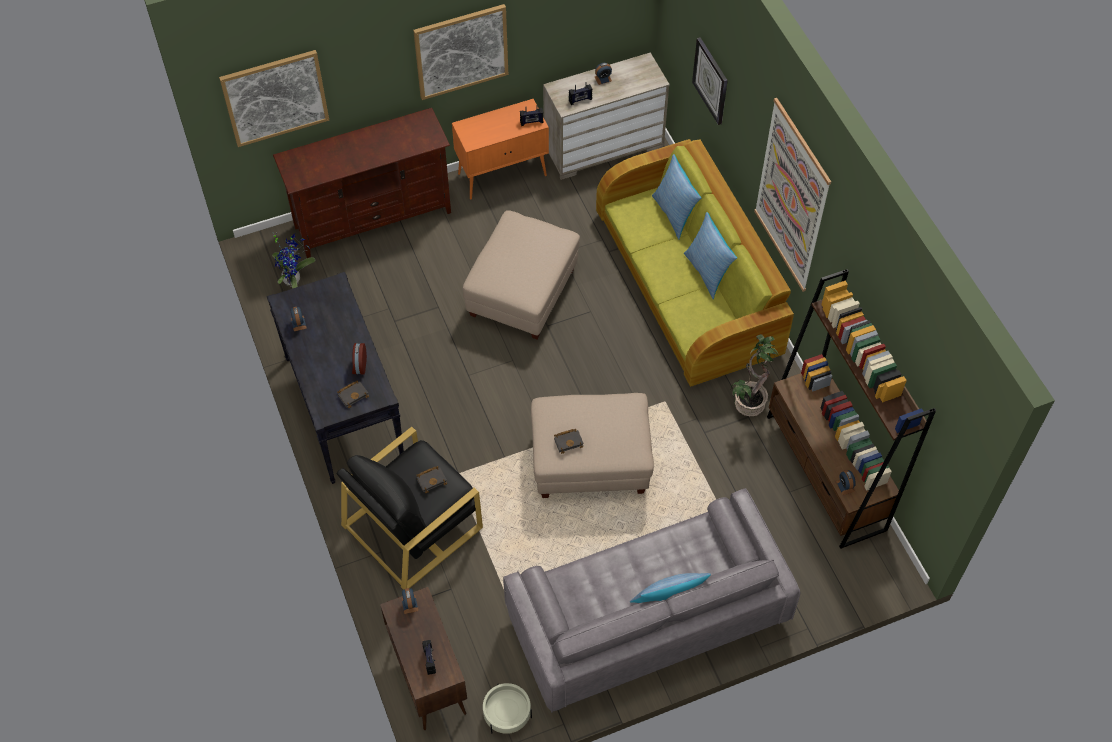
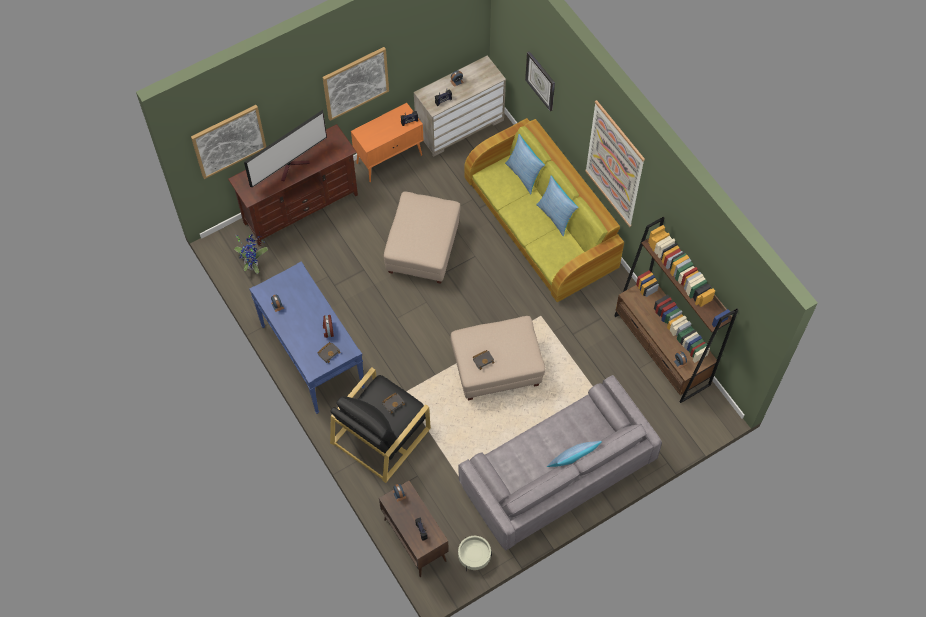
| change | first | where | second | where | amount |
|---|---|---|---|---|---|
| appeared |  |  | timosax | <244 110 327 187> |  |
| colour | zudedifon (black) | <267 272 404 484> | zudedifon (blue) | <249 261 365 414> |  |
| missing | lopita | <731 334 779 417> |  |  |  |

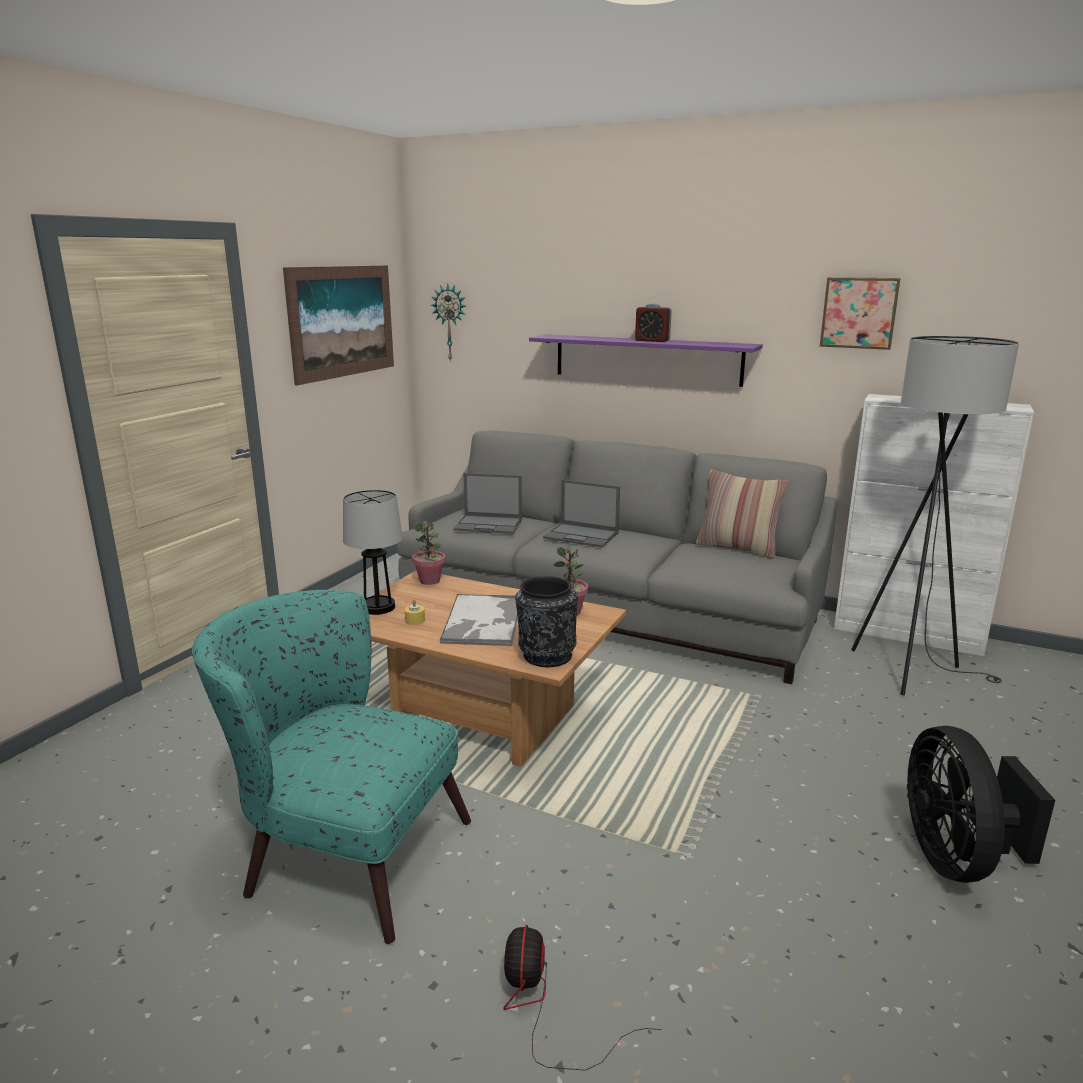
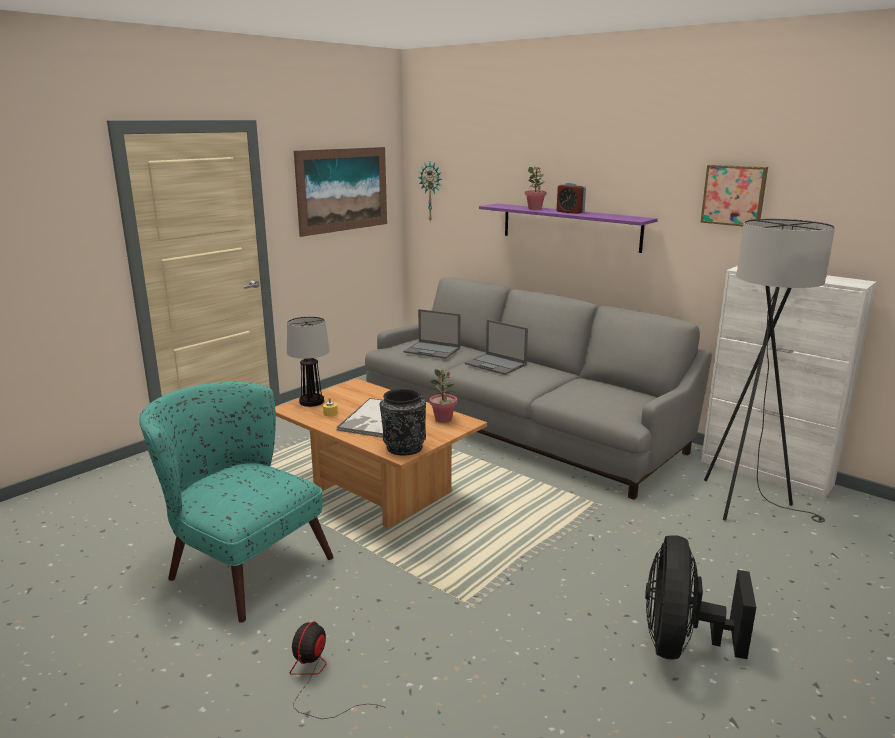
| change | first | where | second | where | amount |
|---|---|---|---|---|---|
| relocated | lopita | <412 521 446 585> |  | <525 166 547 210> |  |
| missing | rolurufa | <696 470 789 559> |  |  |  |

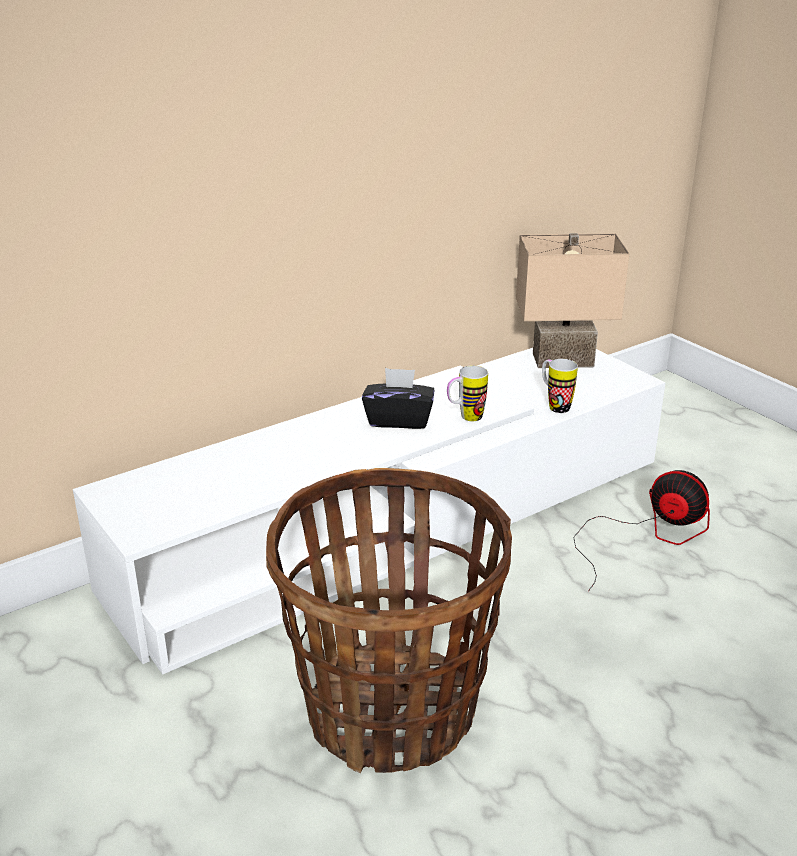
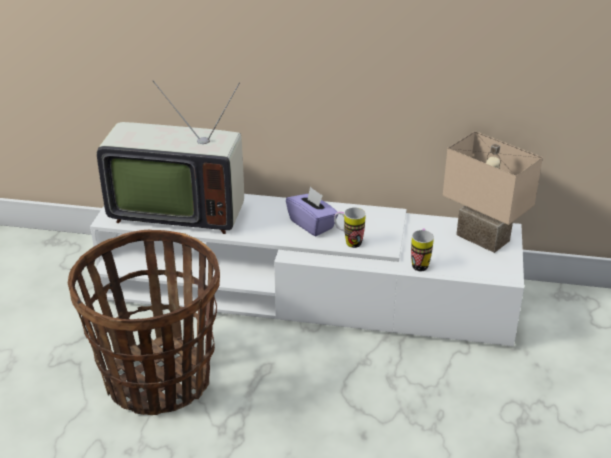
| change | first | where | second | where | amount |
|---|---|---|---|---|---|
| appeared |  |  | timosax | <97 80 244 234> |  |
| colour | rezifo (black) | <362 368 435 429> | rezifo (purple) | <286 187 339 236> |  |
| missing | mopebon | <573 470 710 591> |  |  |  |

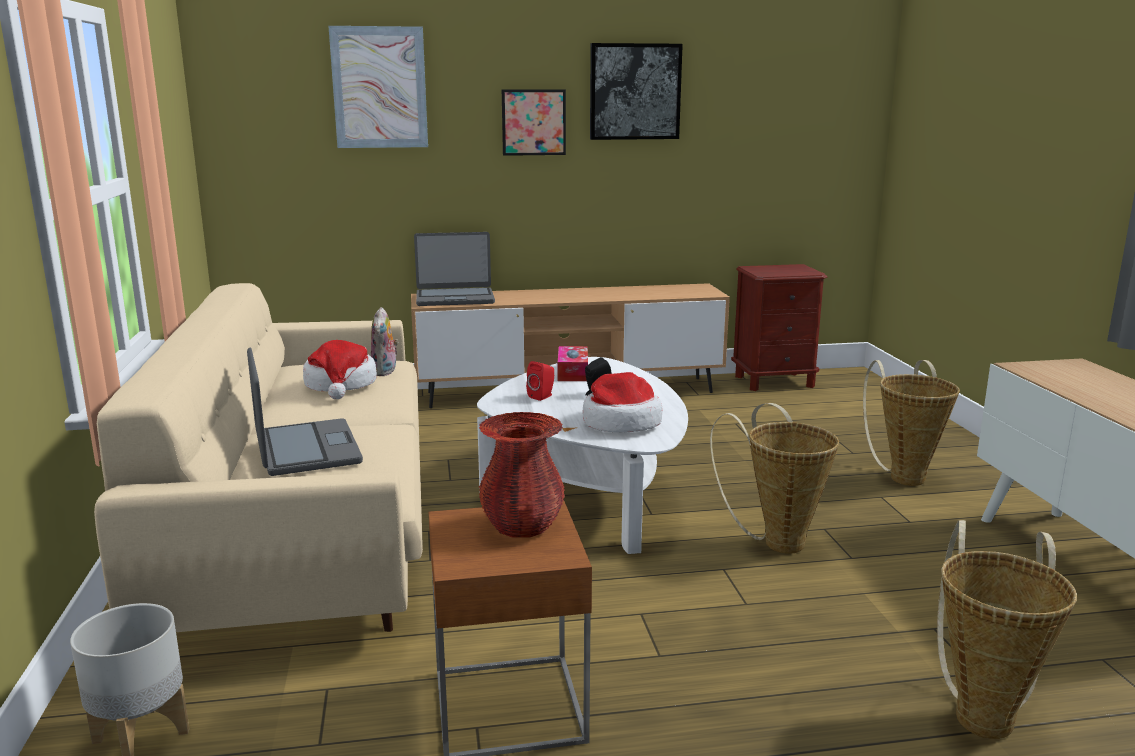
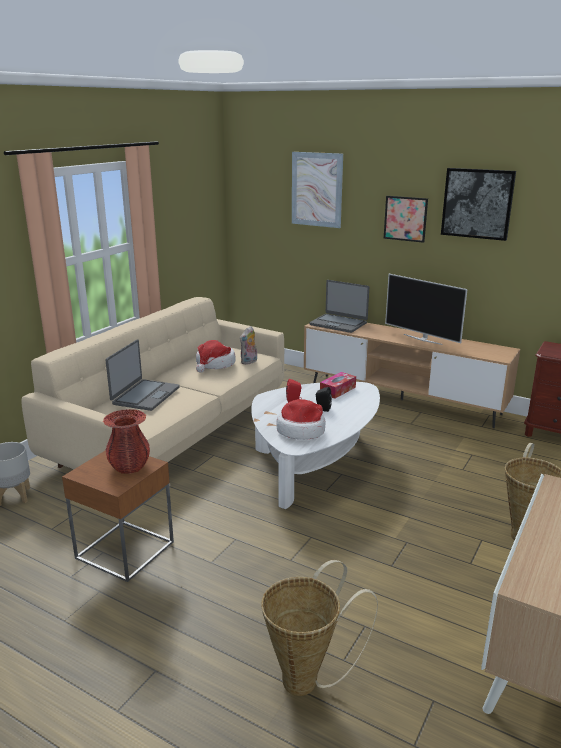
| change | first | where | second | where | amount |
|---|---|---|---|---|---|
| appeared |  |  | timosax | <385 274 468 345> |  |
| missing | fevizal | <710 403 839 554> |  |  |  |

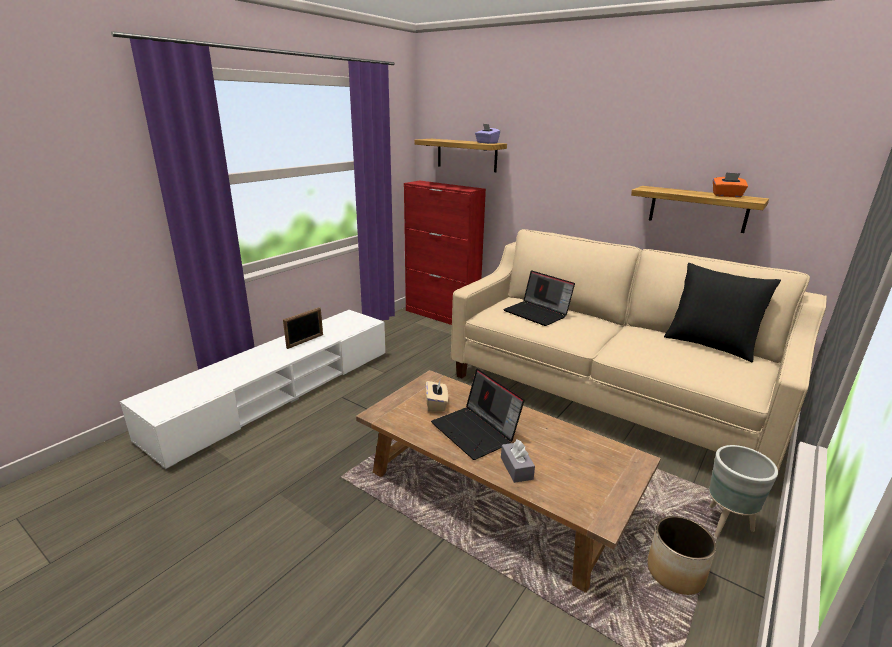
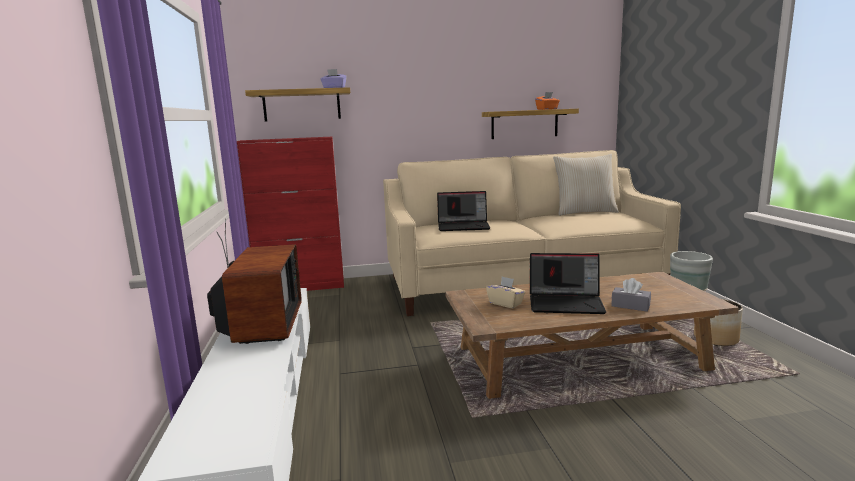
| change | first | where | second | where | amount |
|---|---|---|---|---|---|
| exchanged | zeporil | <283 307 323 349> | timosax | <207 219 302 344> |  |
| colour | rolurufa (black) | <664 263 781 363> | rolurufa (beige) | <553 154 619 216> |  |

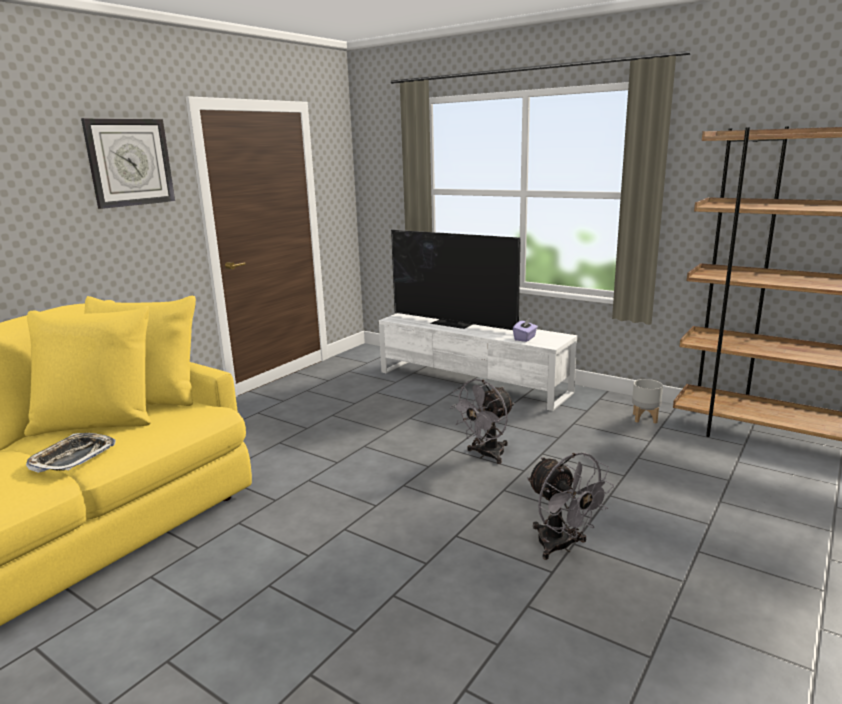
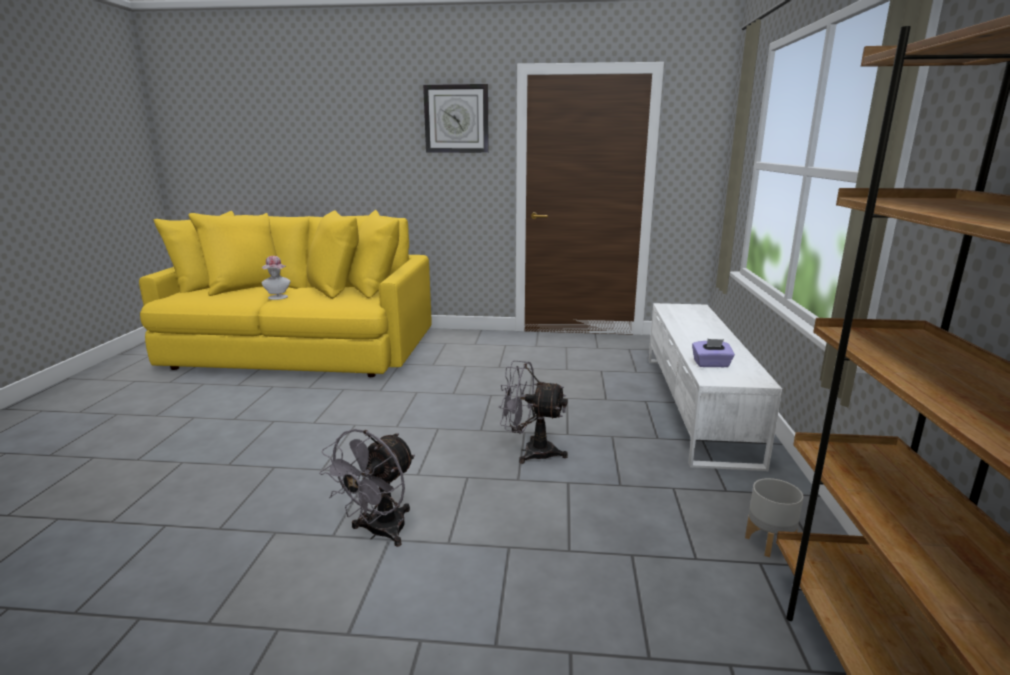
| change | first | where | second | where | amount |
|---|---|---|---|---|---|
| exchanged | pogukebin | <26 433 116 473> | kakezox | <262 256 291 300> |  |
| missing | timosax | <391 230 521 330> |  |  |  |

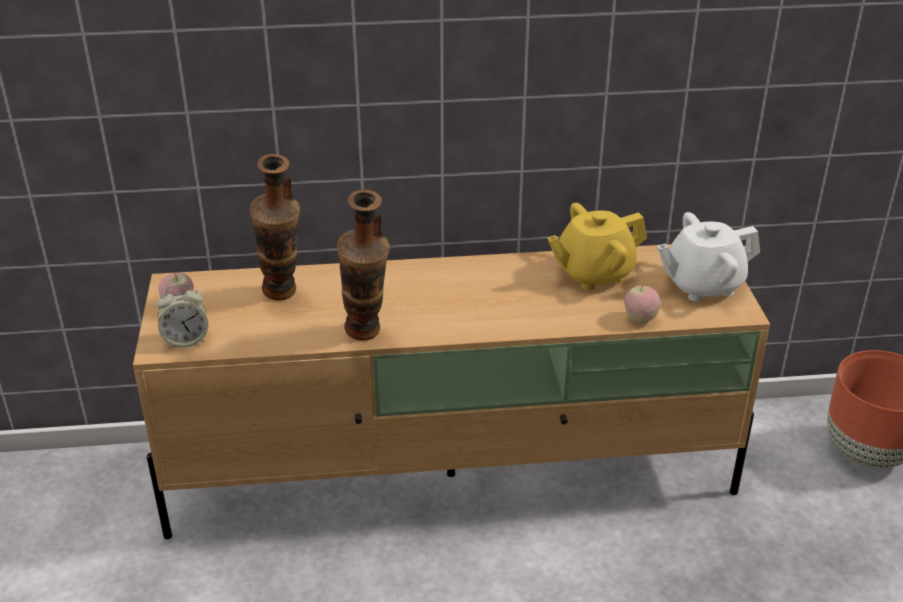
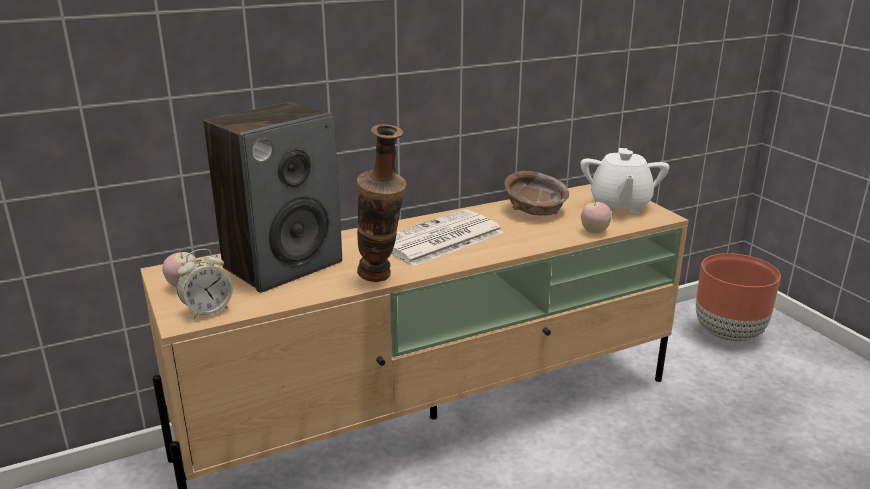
| change | first | where | second | where | amount |
|---|---|---|---|---|---|
| exchanged | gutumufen | <249 154 300 300> | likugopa | <204 102 342 293> |  |
| appeared |  |  | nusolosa | <391 209 504 266> |  |
| exchanged | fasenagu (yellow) | <547 203 647 290> | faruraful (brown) | <504 171 569 216> |  |
| spun | fasenagu (white) | <657 212 760 302> |  | <581 148 670 214> | 45 degrees counterclockwise |

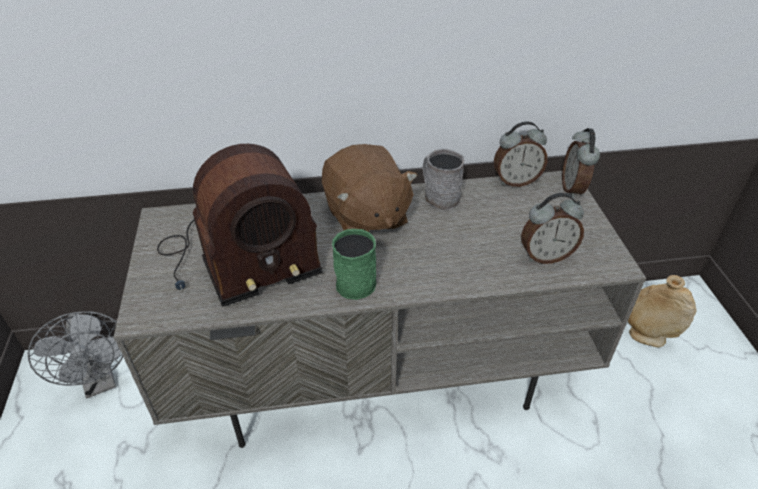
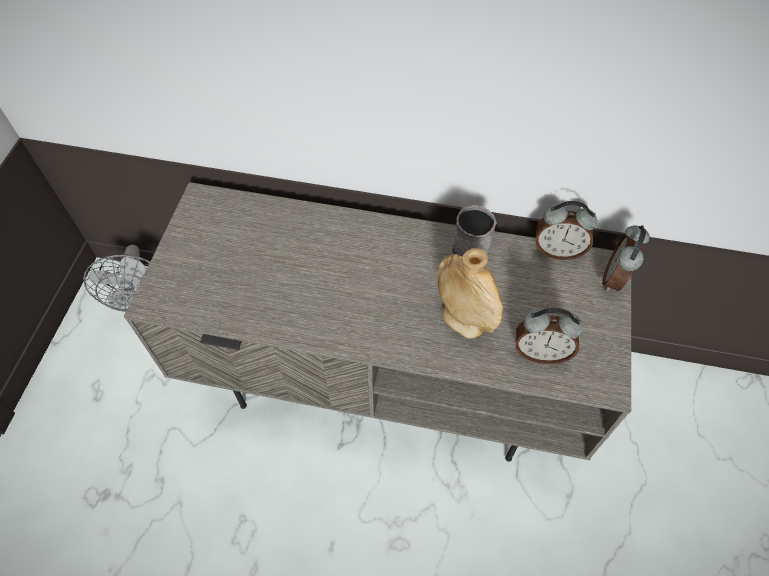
| change | first | where | second | where | amount |
|---|---|---|---|---|---|
| relocated | gutumufen (beige) | <628 275 697 347> |  | <437 248 503 339> |  |
| missing | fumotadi | <157 144 322 307> |  |  |  |
| missing | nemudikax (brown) | <322 144 418 232> |  |  |  |
| missing | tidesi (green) | <332 229 377 300> |  |  |  |

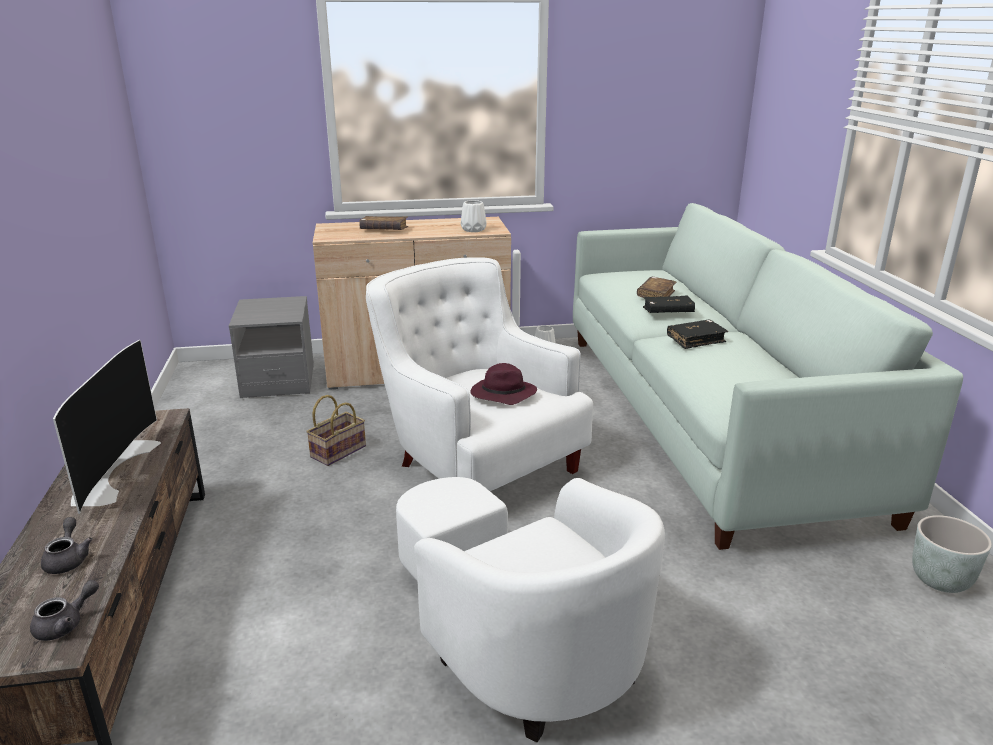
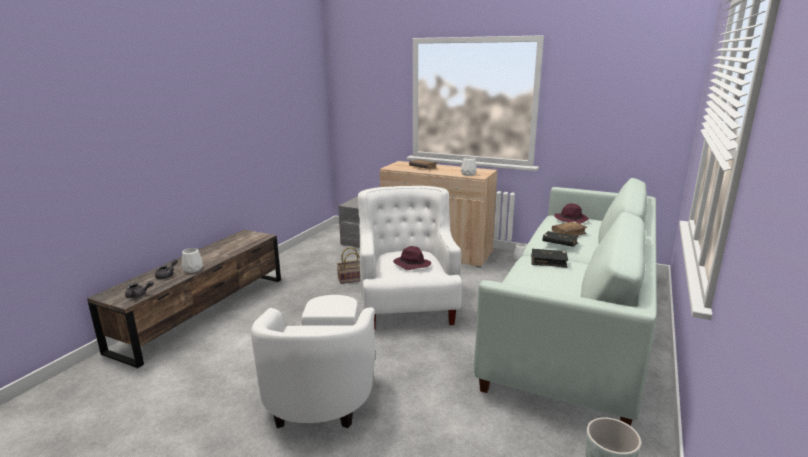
| change | first | where | second | where | amount |
|---|---|---|---|---|---|
| appeared |  |  | gutumufen (white) | <182 248 203 273> |  |
| appeared |  |  | kakezox (purple) | <554 203 589 224> |  |
| missing | timosax | <53 340 161 514> |  |  |  |

